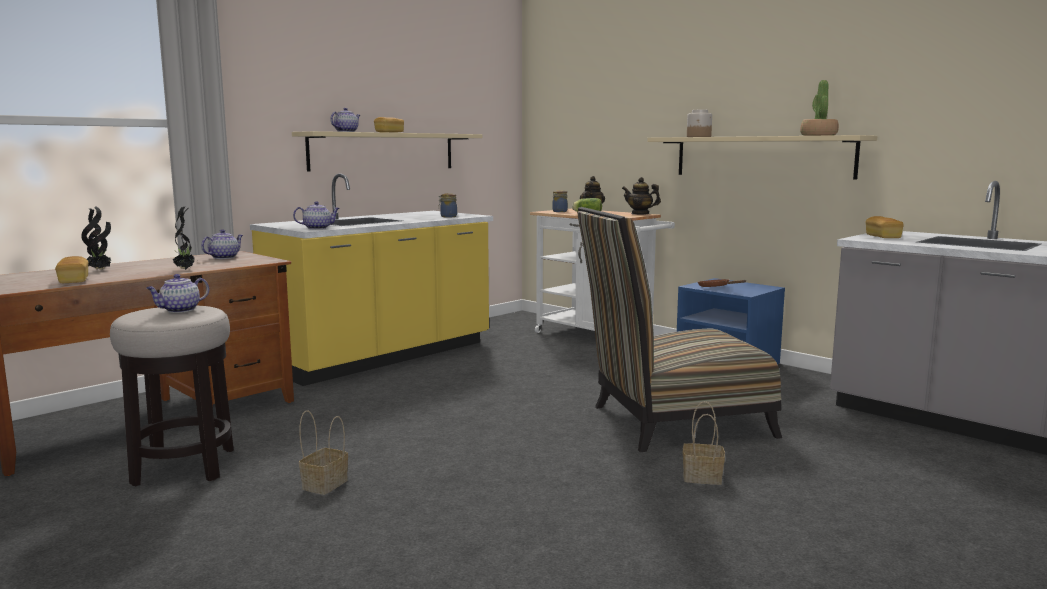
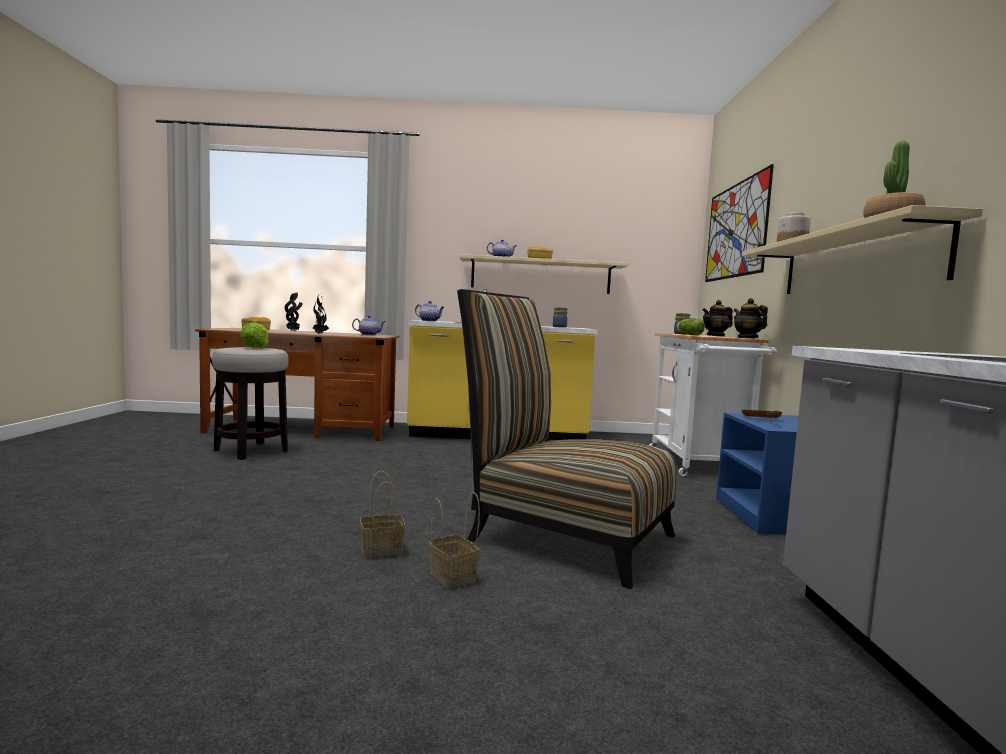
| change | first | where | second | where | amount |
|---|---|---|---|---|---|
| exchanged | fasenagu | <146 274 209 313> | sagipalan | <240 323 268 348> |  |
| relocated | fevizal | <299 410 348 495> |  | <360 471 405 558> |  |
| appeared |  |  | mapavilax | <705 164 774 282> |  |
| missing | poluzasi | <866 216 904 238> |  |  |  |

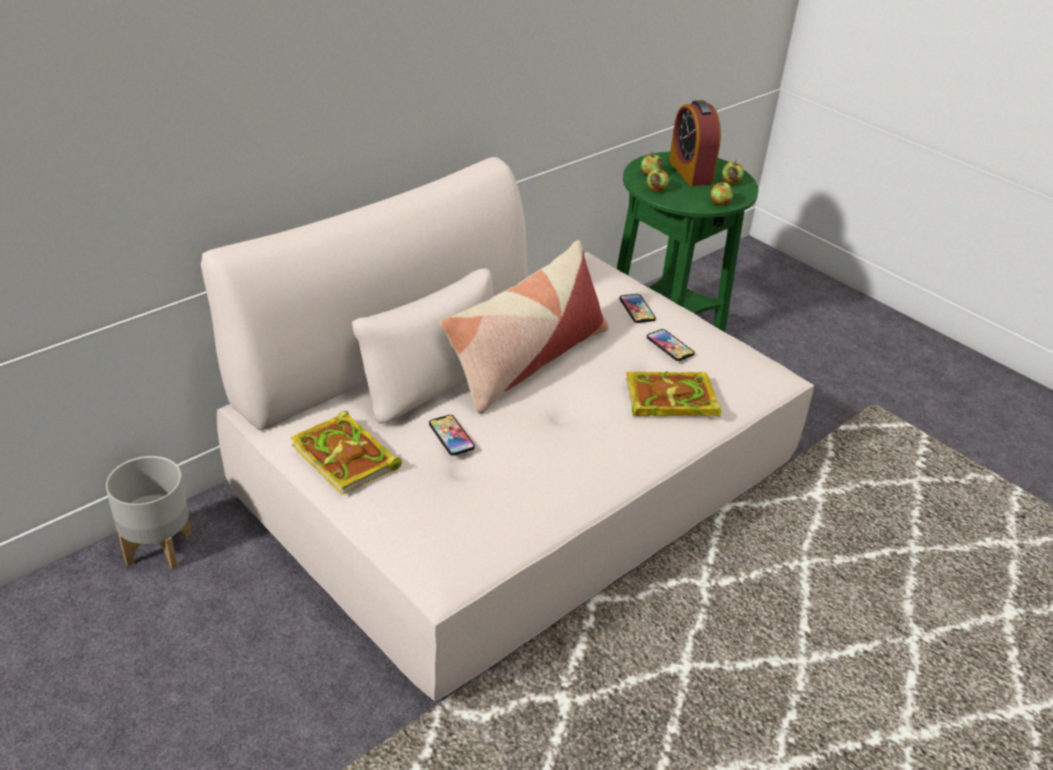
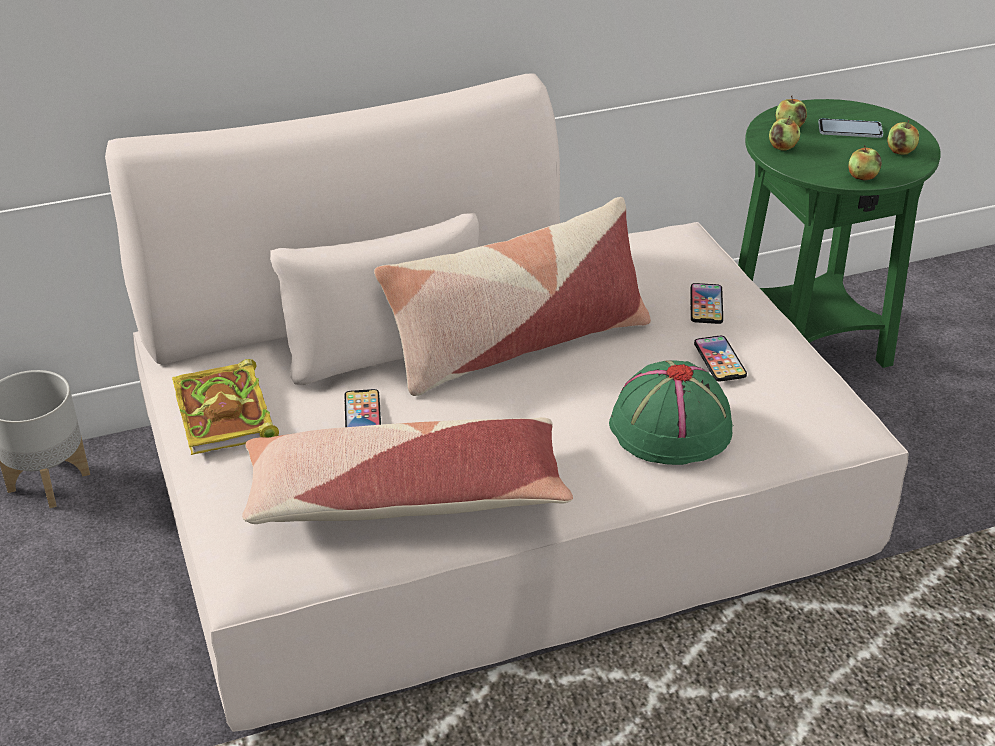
| change | first | where | second | where | amount |
|---|---|---|---|---|---|
| appeared |  |  | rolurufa | <242 417 573 524> |  |
| exchanged | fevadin | <625 371 721 417> | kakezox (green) | <609 360 732 465> |  |
| exchanged | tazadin | <669 100 721 186> | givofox | <818 118 883 138> |  |

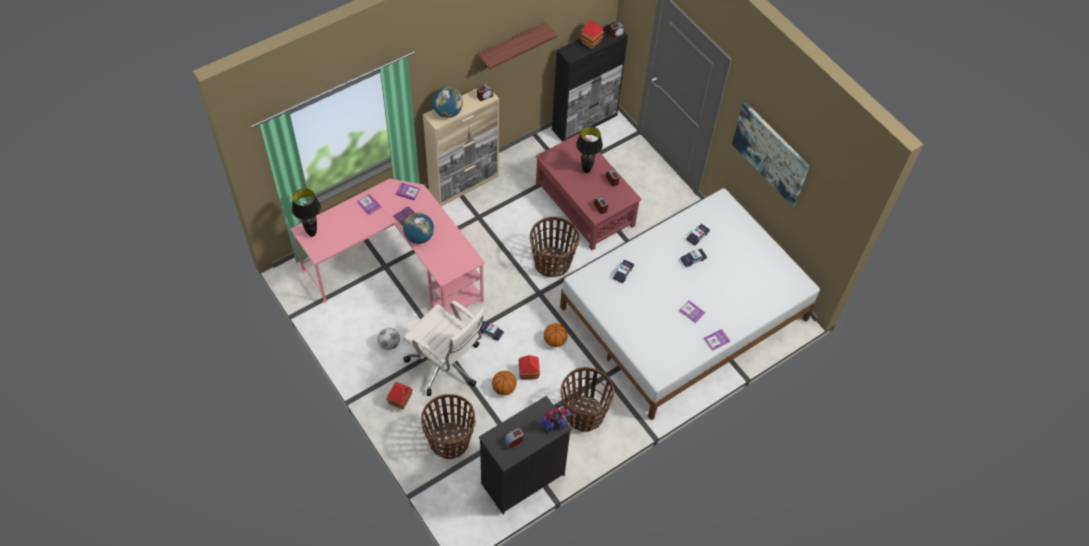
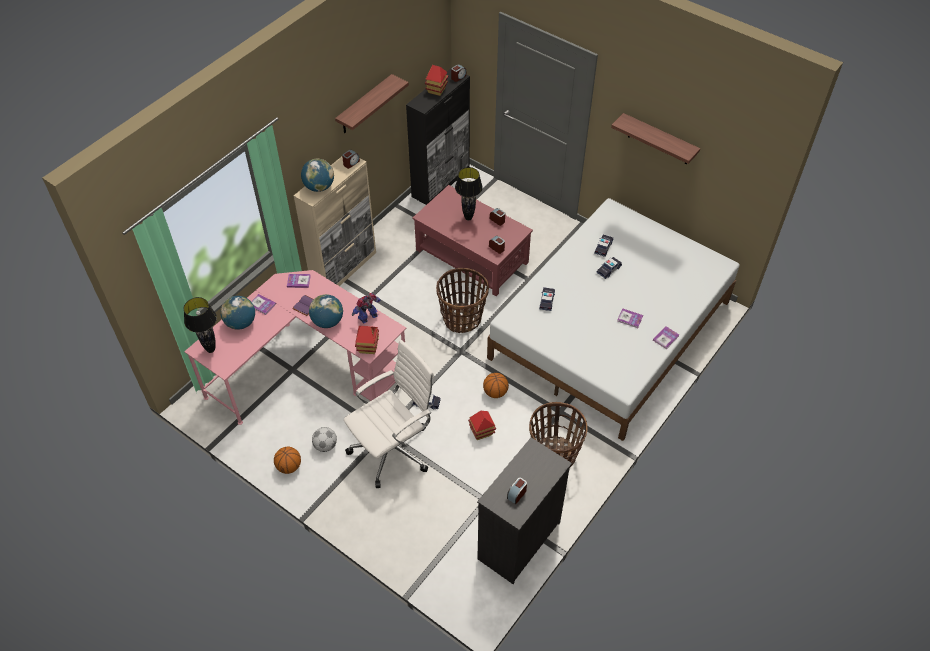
| change | first | where | second | where | amount |
|---|---|---|---|---|---|
| appeared |  |  | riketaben | <220 296 255 330> |  |
| relocated | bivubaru | <492 371 517 395> |  | <274 447 301 474> |  |
| spun | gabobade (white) | <403 301 486 396> |  | <344 340 434 488> | 60 degrees counterclockwise |
| relocated | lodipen | <538 408 572 432> |  | <352 293 381 324> |  |
| relocated | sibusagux | <386 382 413 409> |  | <355 326 379 354> |  |
| exchanged | mapavilax | <732 102 810 207> | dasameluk | <611 113 700 164> |  |
| missing | fevizal | <421 394 475 459> |  |  |  |

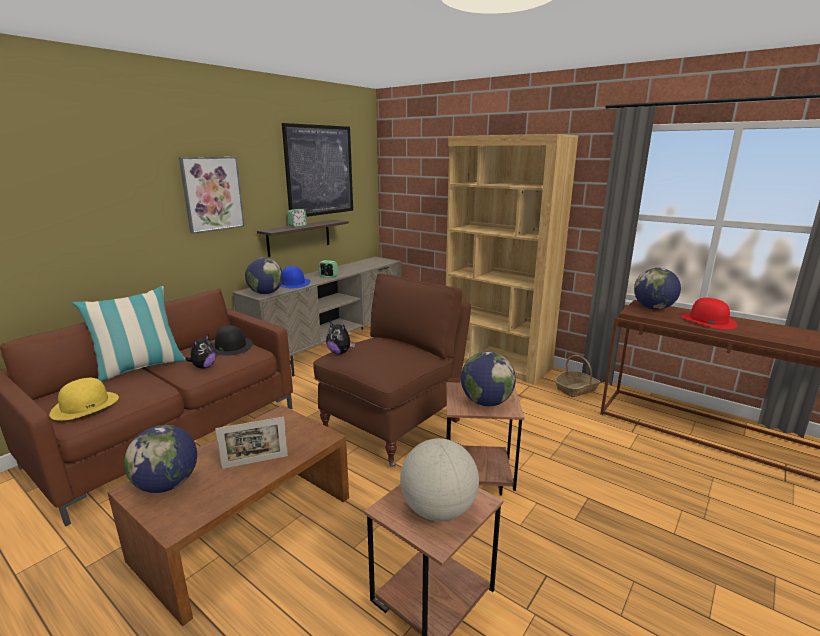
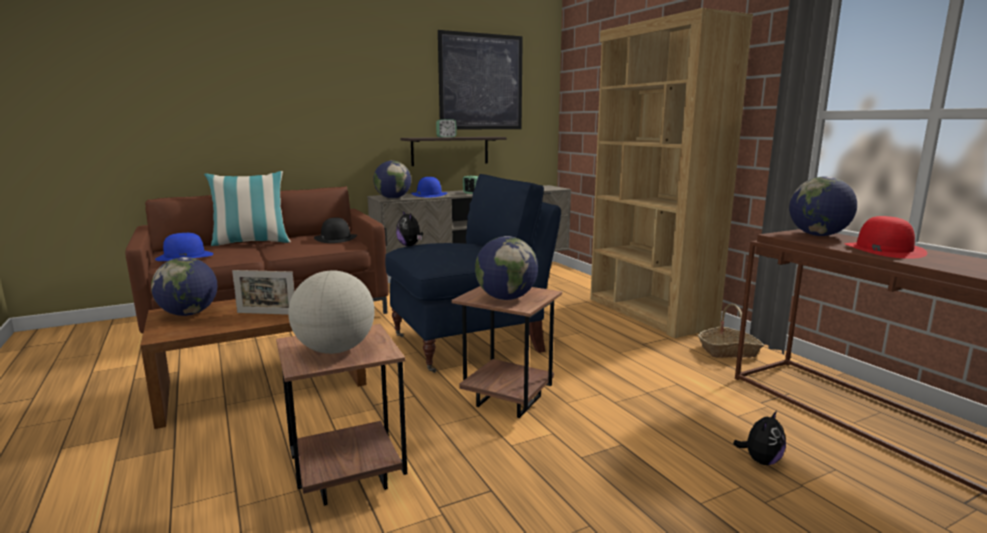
| change | first | where | second | where | amount |
|---|---|---|---|---|---|
| colour | kakezox (yellow) | <49 378 119 421> | kakezox (blue) | <155 233 213 261> |  |
| colour | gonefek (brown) | <313 274 471 467> | gonefek (blue) | <385 174 561 373> |  |
| relocated | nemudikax | <185 334 216 369> |  | <733 411 786 465> |  |
| missing | mapavilax | <179 157 245 234> |  |  |  |

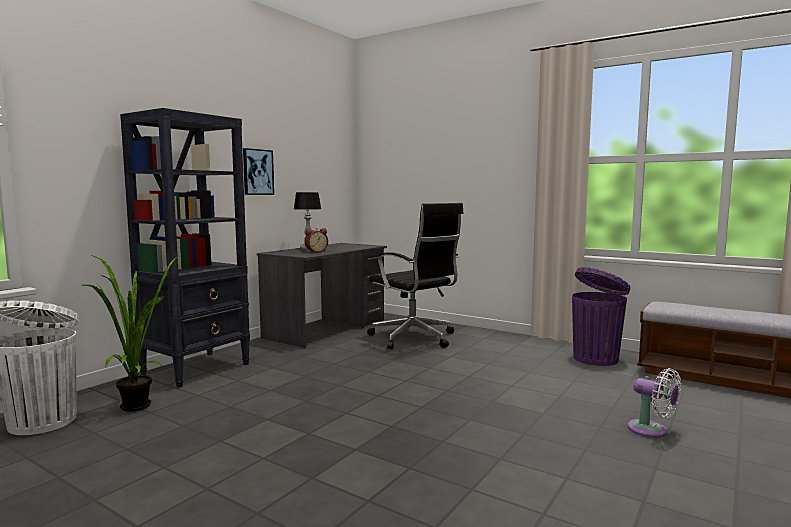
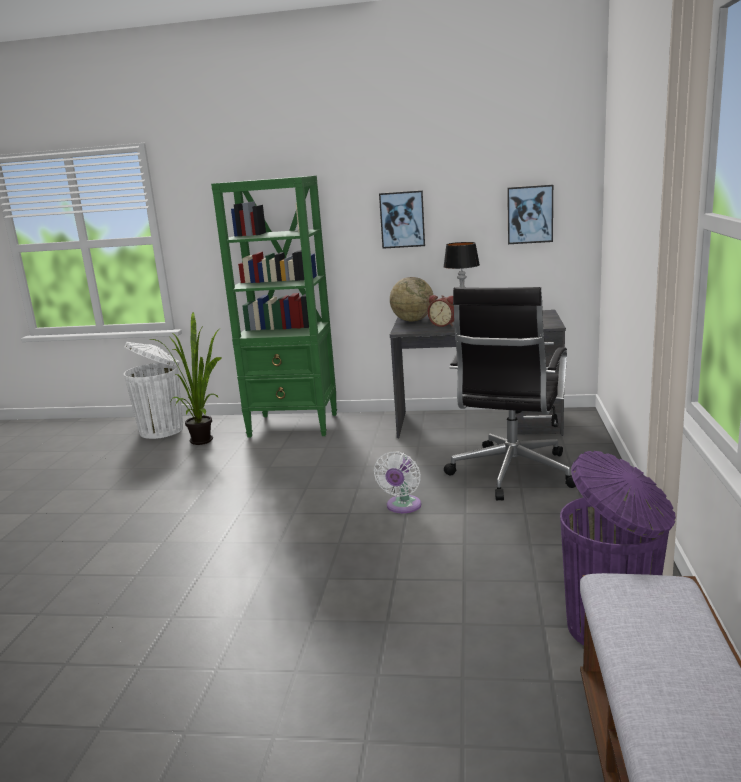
| change | first | where | second | where | amount |
|---|---|---|---|---|---|
| colour | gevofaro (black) | <120 108 250 388> | gevofaro (green) | <211 176 337 437> |  |
| relocated | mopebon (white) | <627 368 681 438> |  | <374 451 421 513> |  |
| appeared |  |  | riketaben | <390 277 433 321> |  |
| appeared |  |  | mapavilax | <507 185 553 244> |  |

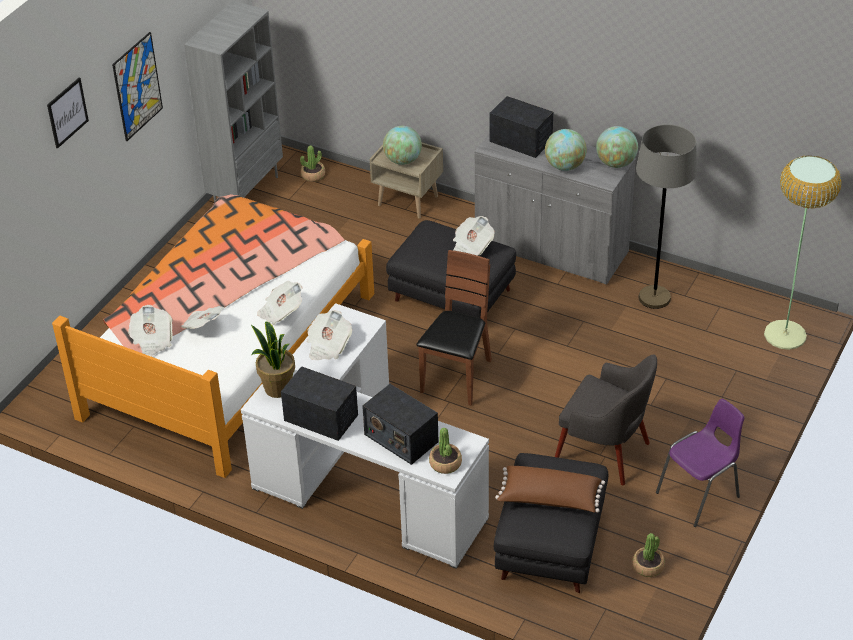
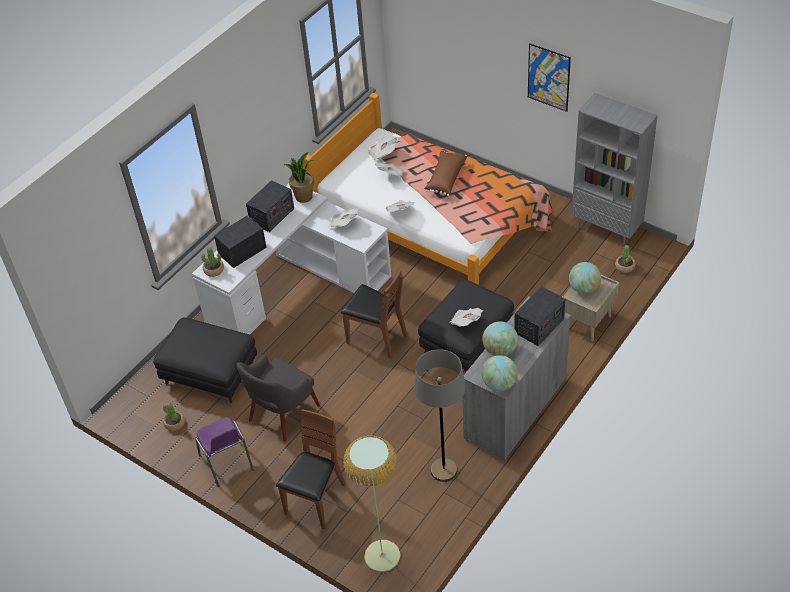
| change | first | where | second | where | amount |
|---|---|---|---|---|---|
| appeared |  |  | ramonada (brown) | <276 409 346 529> |  |
| relocated | rolurufa (brown) | <495 466 605 513> |  | <424 151 467 196> |  |
| missing | mapavilax | <47 78 89 149> |  |  |  |

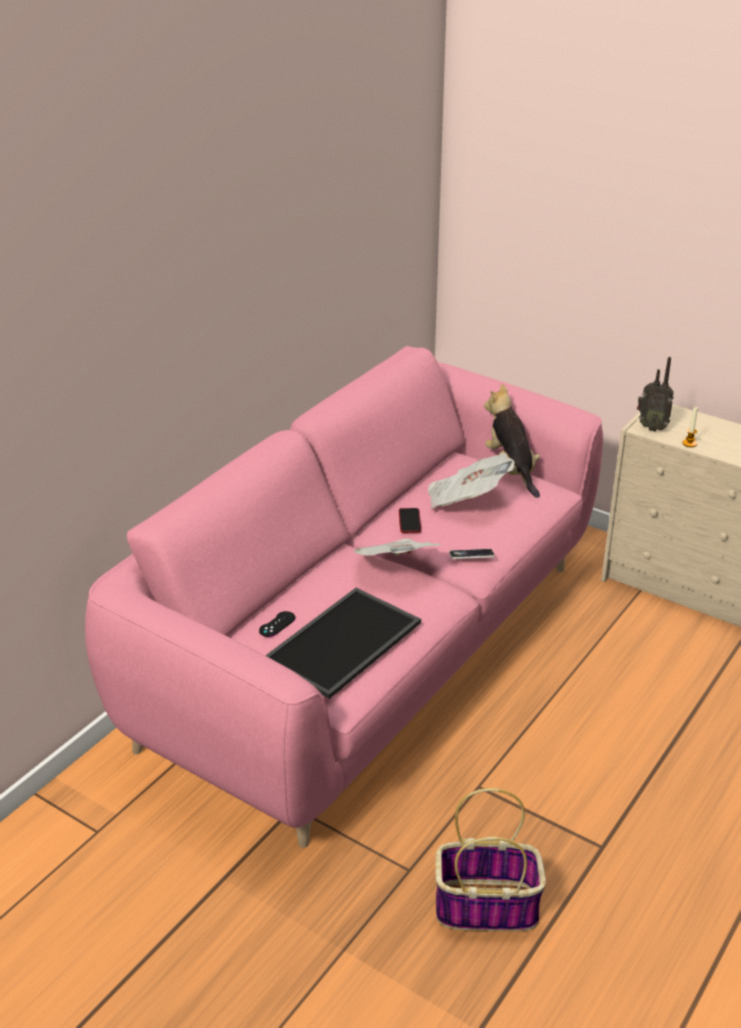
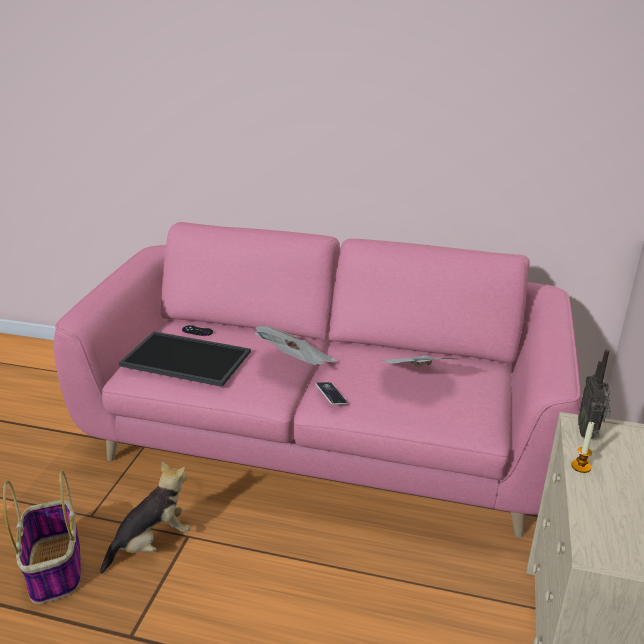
| change | first | where | second | where | amount |
|---|---|---|---|---|---|
| relocated | nemudikax | <484 384 540 498> |  | <100 462 191 573> |  |
| missing | givofox | <399 508 421 533> |  |  |  |

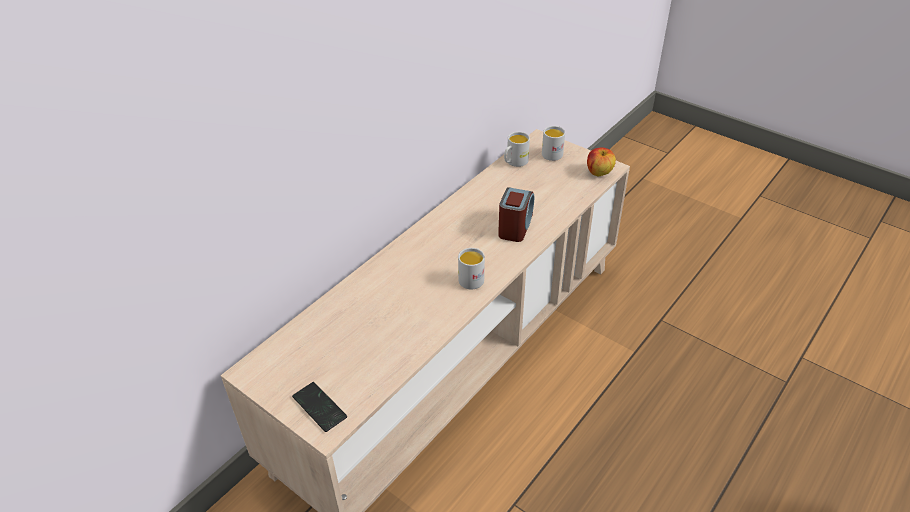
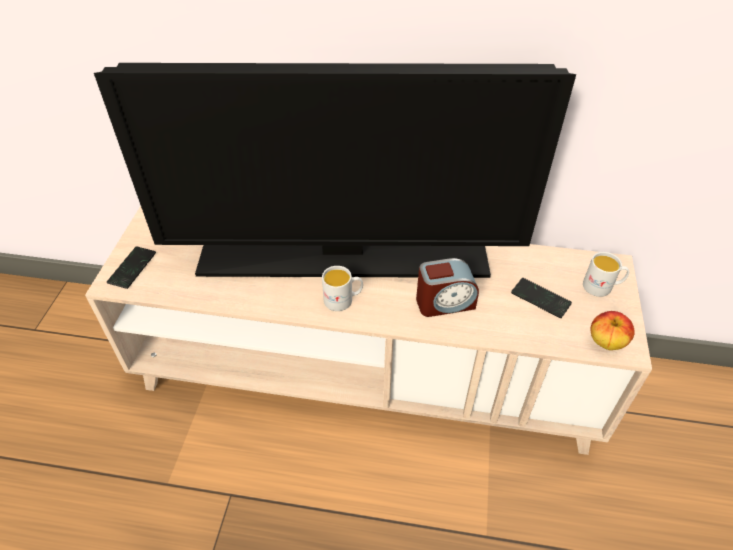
| change | first | where | second | where | amount |
|---|---|---|---|---|---|
| appeared |  |  | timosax | <94 63 576 278> |  |
| appeared |  |  | givofox | <511 278 572 318> |  |
| missing | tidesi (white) | <504 132 530 167> |  |  |  |

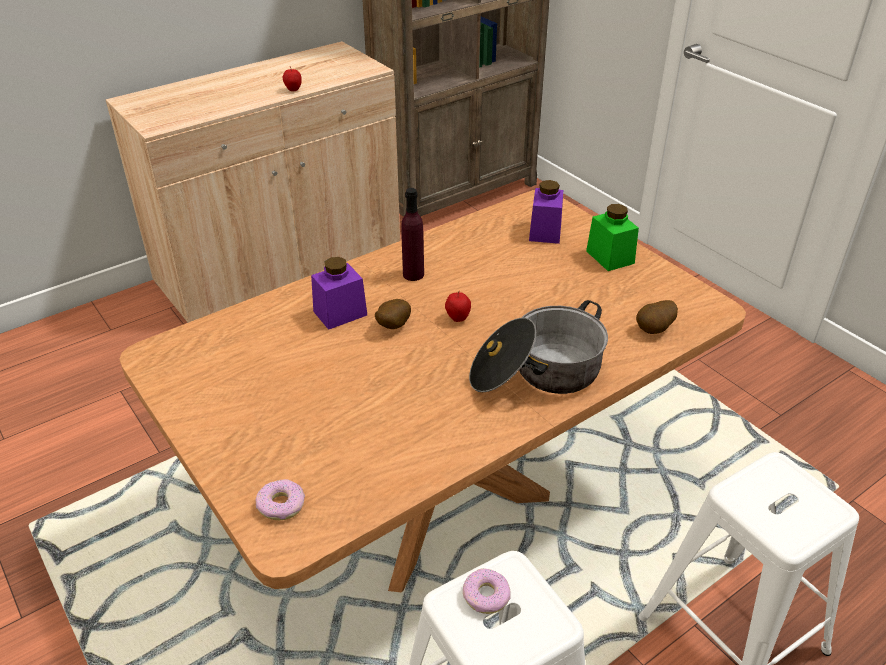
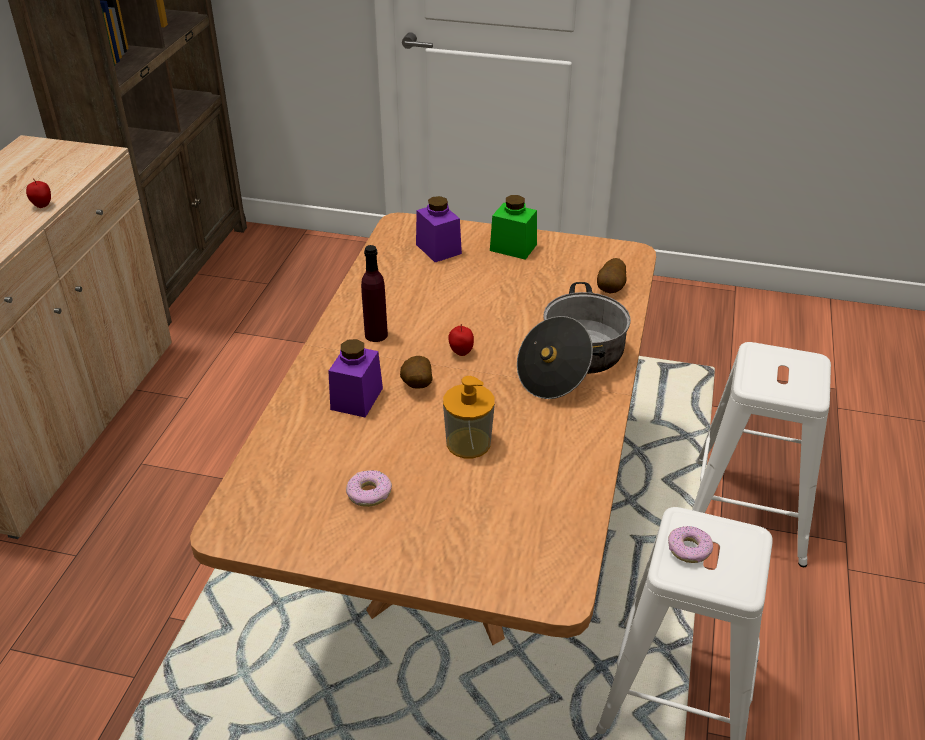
| change | first | where | second | where | amount |
|---|---|---|---|---|---|
| relocated | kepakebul | <256 479 305 520> |  | <346 470 392 507> |  |
| appeared |  |  | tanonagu | <443 376 495 458> |  |

